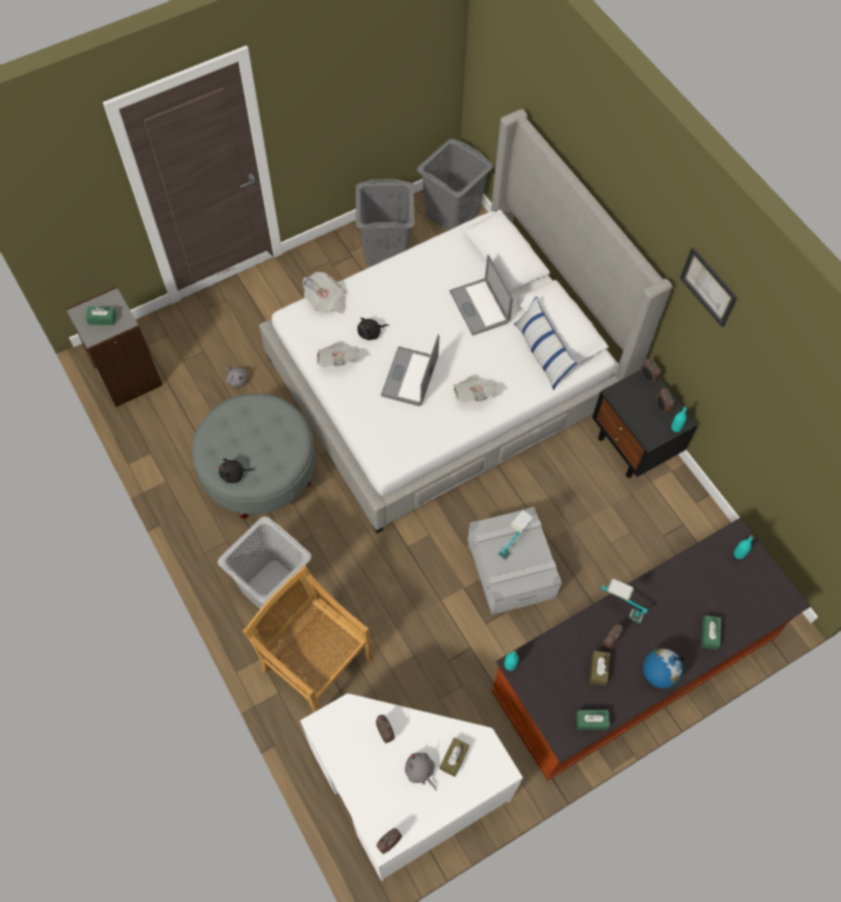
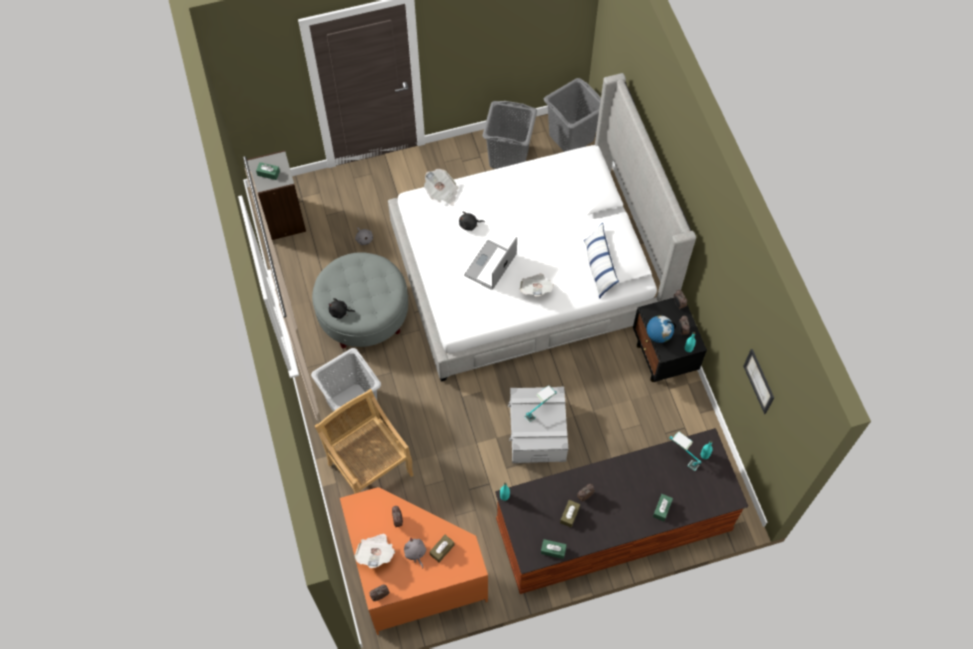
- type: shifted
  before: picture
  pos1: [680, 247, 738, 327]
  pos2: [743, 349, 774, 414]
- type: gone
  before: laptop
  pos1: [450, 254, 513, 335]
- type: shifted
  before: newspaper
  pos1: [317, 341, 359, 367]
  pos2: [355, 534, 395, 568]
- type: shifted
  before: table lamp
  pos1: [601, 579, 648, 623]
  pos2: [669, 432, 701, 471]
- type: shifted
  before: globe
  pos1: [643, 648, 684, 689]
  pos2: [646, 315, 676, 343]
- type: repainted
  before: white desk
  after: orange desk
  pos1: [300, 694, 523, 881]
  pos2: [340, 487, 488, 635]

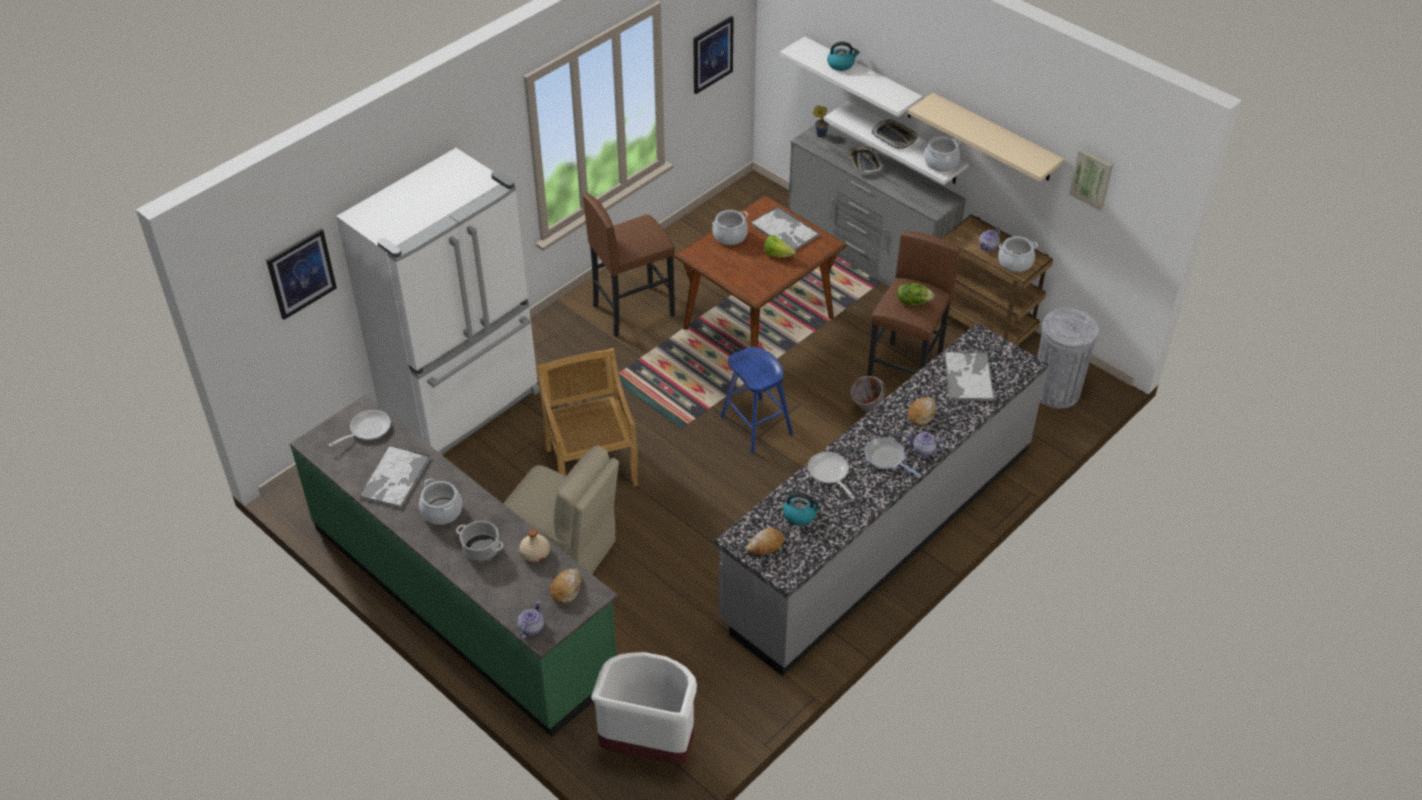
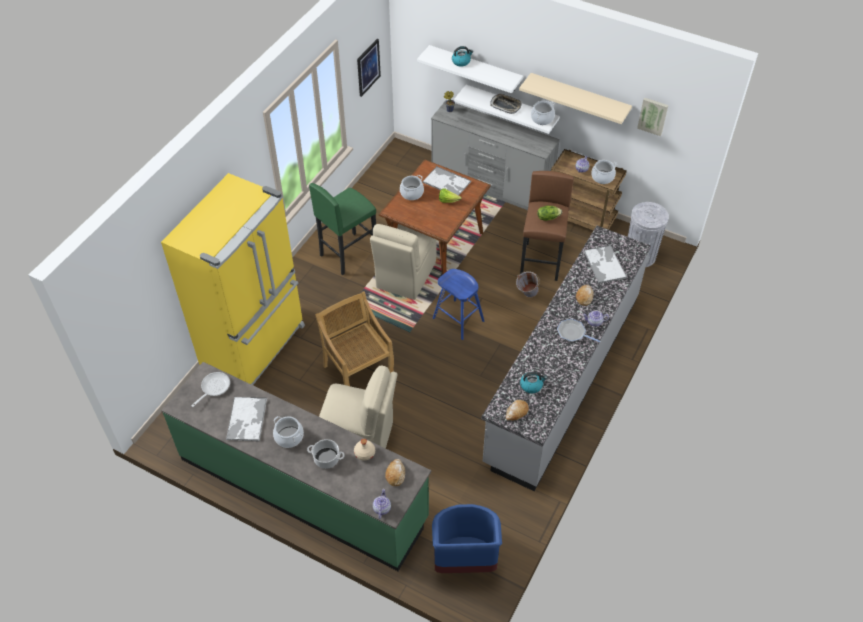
- type: gone
  before: tray
  pos1: [846, 147, 885, 175]
- type: repainted
  before: white fridge
  after: yellow fridge
  pos1: [336, 148, 540, 456]
  pos2: [161, 173, 305, 386]
- type: repainted
  before: brown stool
  after: green stool
  pos1: [583, 194, 675, 337]
  pos2: [309, 183, 376, 275]
- type: gone
  before: picture
  pos1: [266, 228, 337, 320]
- type: gone
  before: frying pan
  pos1: [808, 452, 855, 499]
- type: repainted
  before: white trash can
  after: blue trash can
  pos1: [591, 652, 697, 765]
  pos2: [432, 504, 502, 573]
- type: new
  after: beige chair
  pos2: [370, 224, 437, 300]

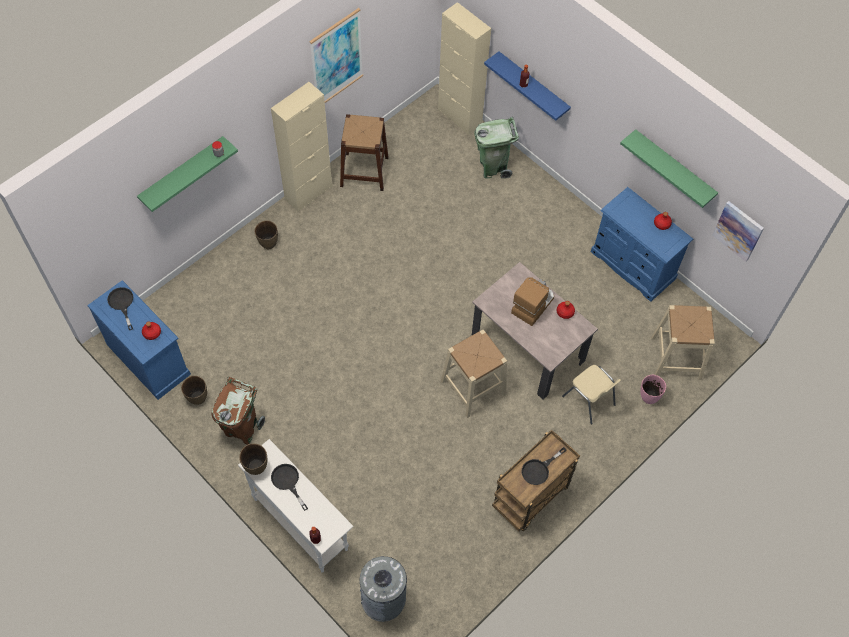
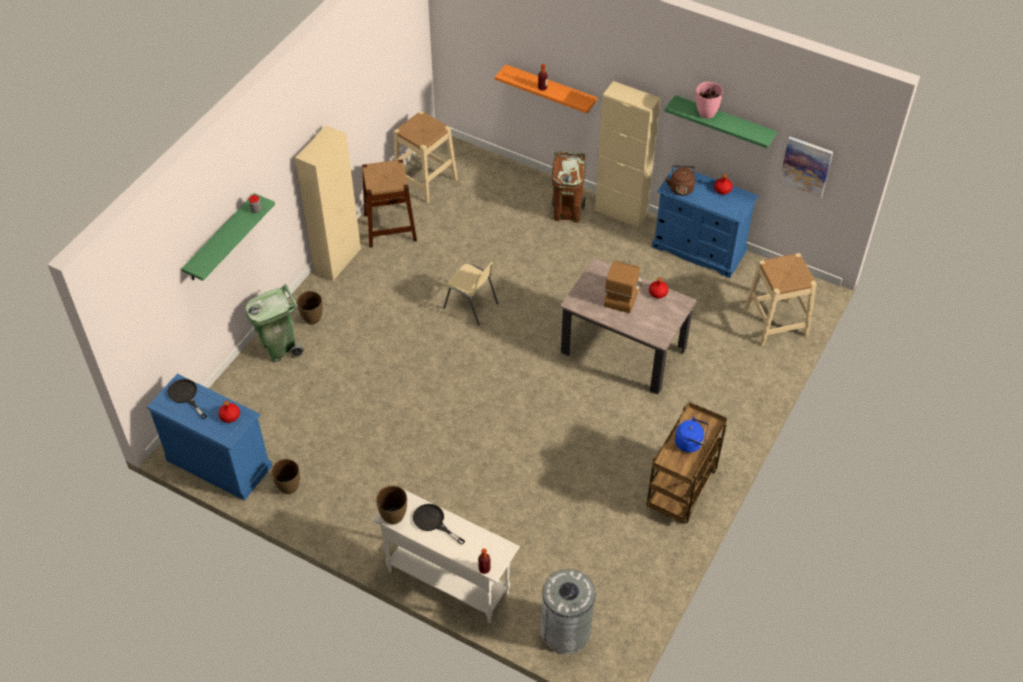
- type: shifted
  before: beige cabinet
  pos1: [438, 2, 491, 135]
  pos2: [595, 81, 661, 228]
- type: gone
  before: picture
  pos1: [309, 8, 363, 103]
- type: repainted
  before: blue shelf
  after: orange shelf
  pos1: [484, 51, 571, 121]
  pos2: [495, 65, 597, 113]
- type: shifted
  before: green trash can
  pos1: [474, 117, 519, 179]
  pos2: [245, 284, 304, 363]
- type: shifted
  before: beige stool
  pos1: [441, 329, 507, 418]
  pos2: [394, 111, 458, 204]
- type: shifted
  before: beige chair
  pos1: [562, 365, 621, 425]
  pos2: [443, 262, 498, 325]
- type: shifted
  before: pink vase
  pos1: [640, 375, 666, 404]
  pos2: [696, 82, 723, 119]
- type: shifted
  before: brown trash can
  pos1: [212, 377, 265, 445]
  pos2: [552, 151, 586, 223]
- type: swapped
  before: black frying pan
  after: blue kettle
  pos1: [521, 447, 567, 485]
  pos2: [675, 417, 709, 452]
- type: new
  after: brown kettle
  pos2: [665, 165, 695, 196]

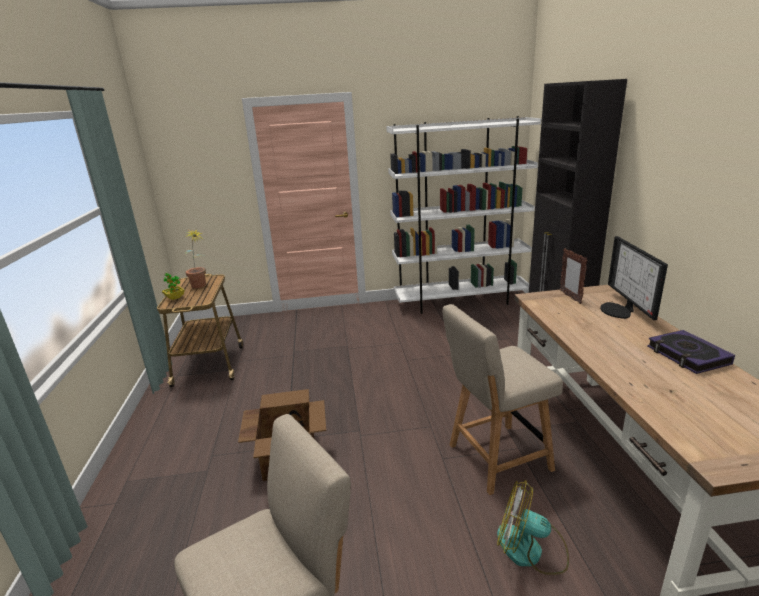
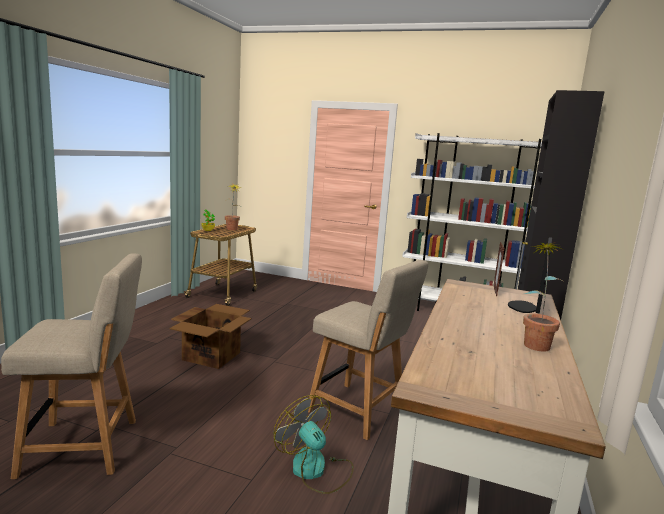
- type: rotated
  before: beige chair
  pos1: [442, 304, 563, 495]
  pos2: [308, 260, 428, 440]
  turn: -150
- type: swapped
  before: book
  after: potted plant
  pos1: [647, 330, 735, 374]
  pos2: [523, 242, 563, 352]

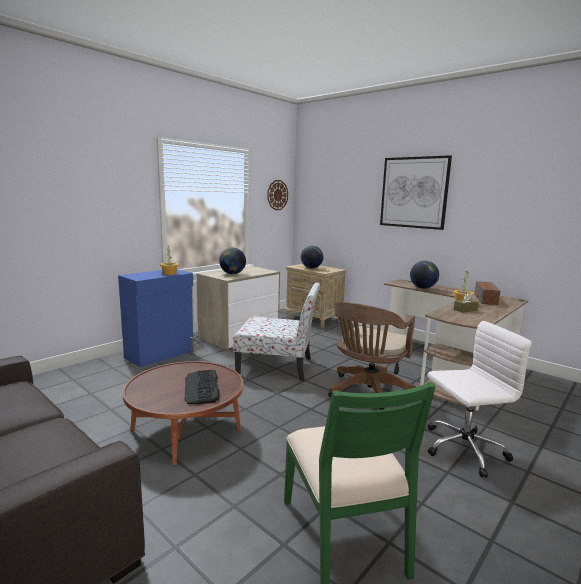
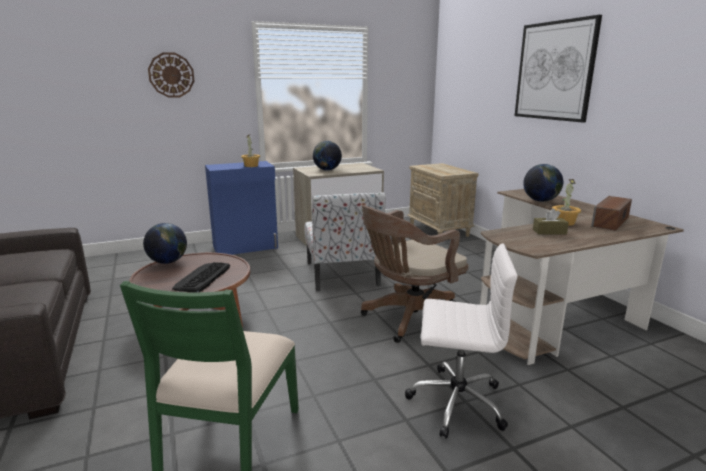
- type: shifted
  before: wall clock
  pos1: [267, 180, 288, 210]
  pos2: [148, 52, 194, 98]
- type: shifted
  before: globe
  pos1: [301, 246, 323, 269]
  pos2: [143, 223, 187, 264]
- type: rotated
  before: chair
  pos1: [233, 282, 320, 381]
  pos2: [305, 192, 386, 291]
  turn: 45

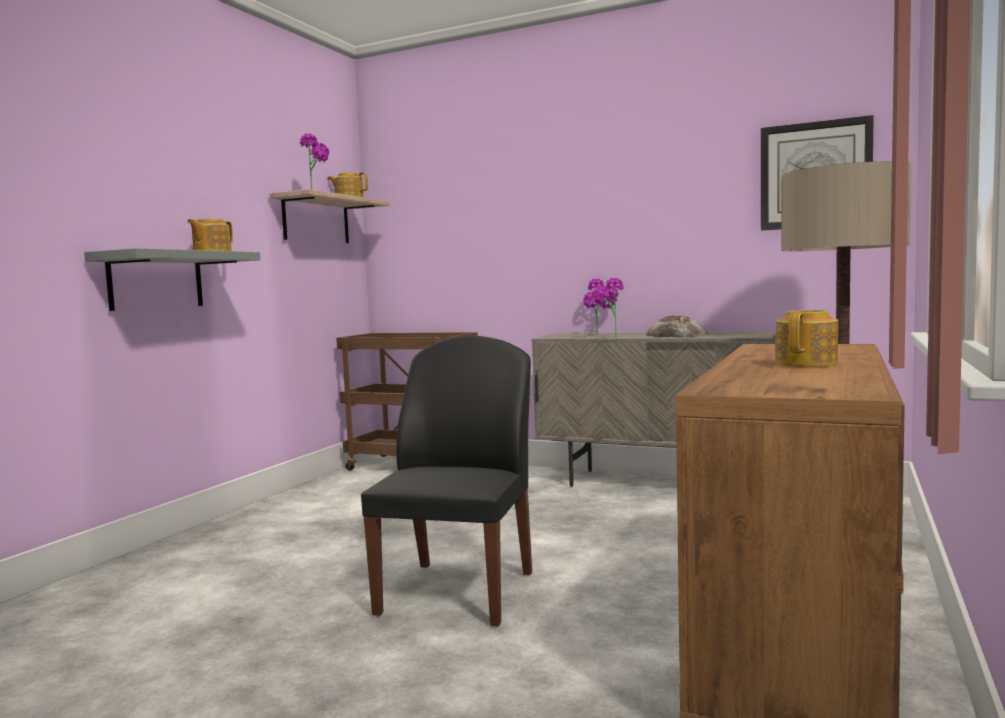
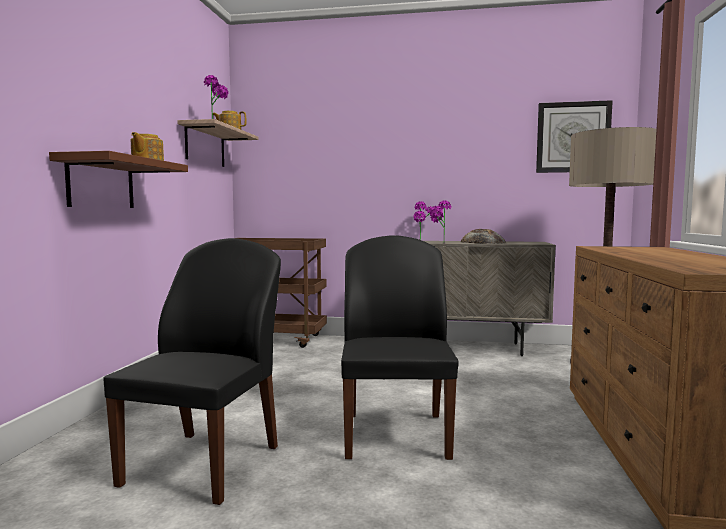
- type: repainted
  before: grey shelf
  after: brown shelf
  pos1: [84, 248, 260, 311]
  pos2: [49, 151, 188, 208]
- type: gone
  before: teapot
  pos1: [775, 310, 838, 367]
- type: new
  after: black chair
  pos2: [103, 238, 281, 505]

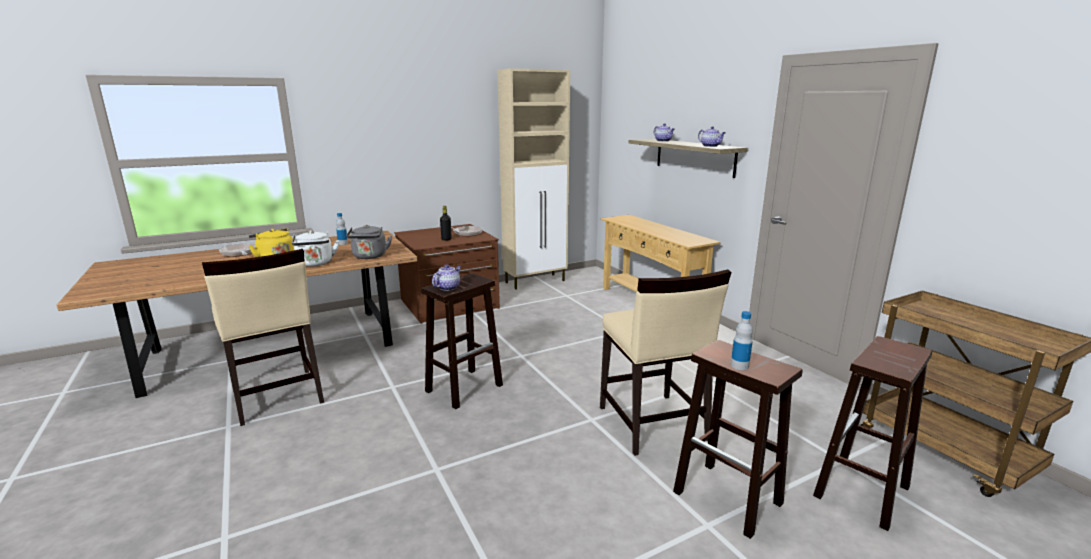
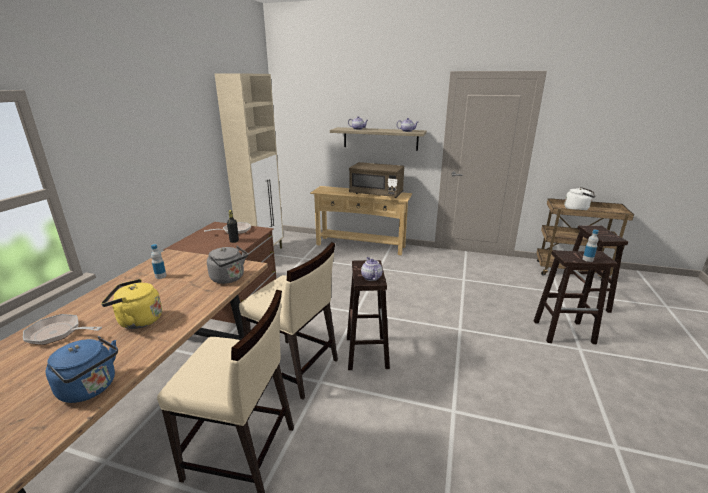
- type: shifted
  before: white kettle
  pos1: [292, 231, 339, 266]
  pos2: [564, 187, 595, 210]
- type: shifted
  before: beige chair
  pos1: [600, 269, 731, 456]
  pos2: [239, 242, 338, 400]
- type: new
  after: brown microwave
  pos2: [349, 162, 404, 198]
- type: new
  after: blue kettle
  pos2: [46, 336, 118, 403]

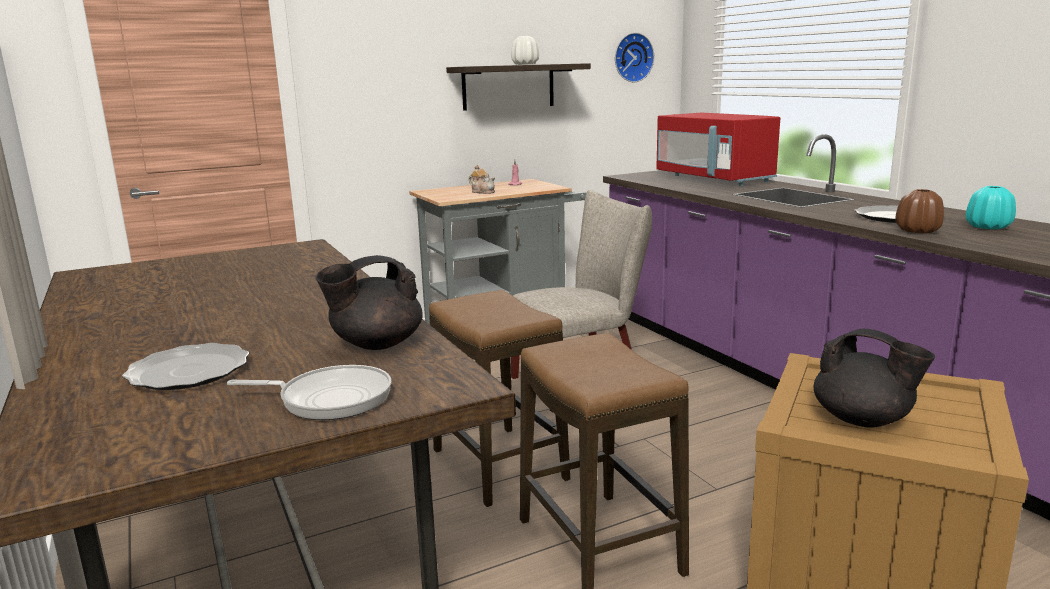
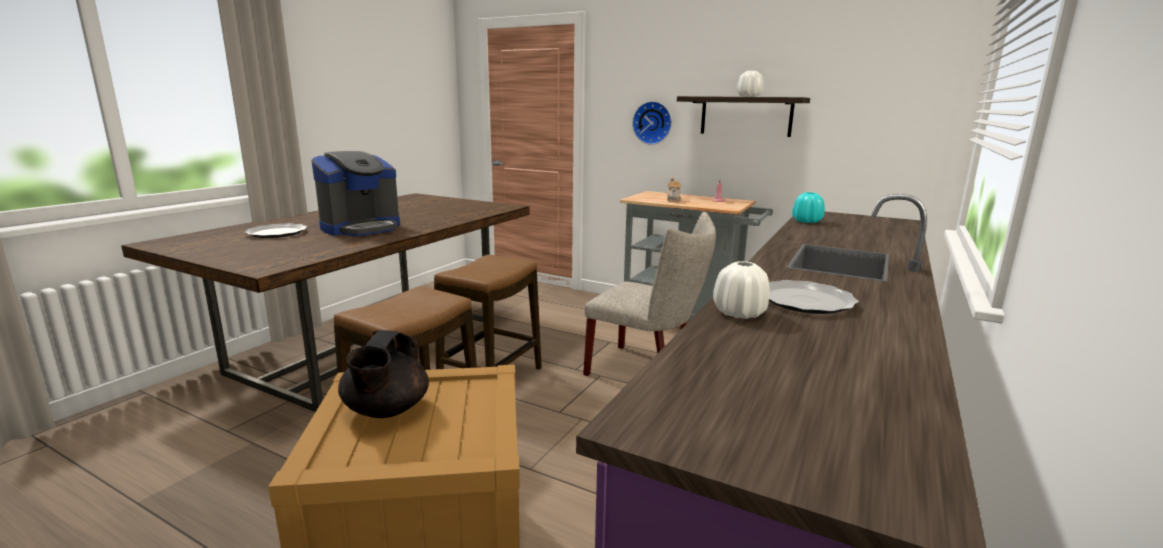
- type: shifted
  before: wall clock
  pos1: [615, 33, 654, 82]
  pos2: [632, 101, 672, 145]
- type: gone
  before: red microwave
  pos1: [656, 113, 780, 186]
- type: shifted
  before: turquoise vase
  pos1: [966, 186, 1016, 229]
  pos2: [792, 192, 825, 223]
- type: repainted
  before: brown vase
  after: white vase
  pos1: [895, 189, 944, 233]
  pos2: [713, 261, 769, 319]
- type: gone
  before: black teapot
  pos1: [316, 255, 422, 350]
- type: gone
  before: frying pan
  pos1: [227, 365, 392, 420]
- type: new
  after: coffee machine
  pos2: [312, 151, 400, 236]

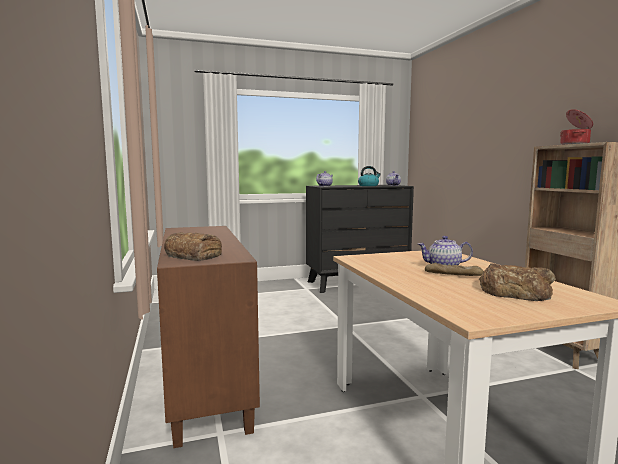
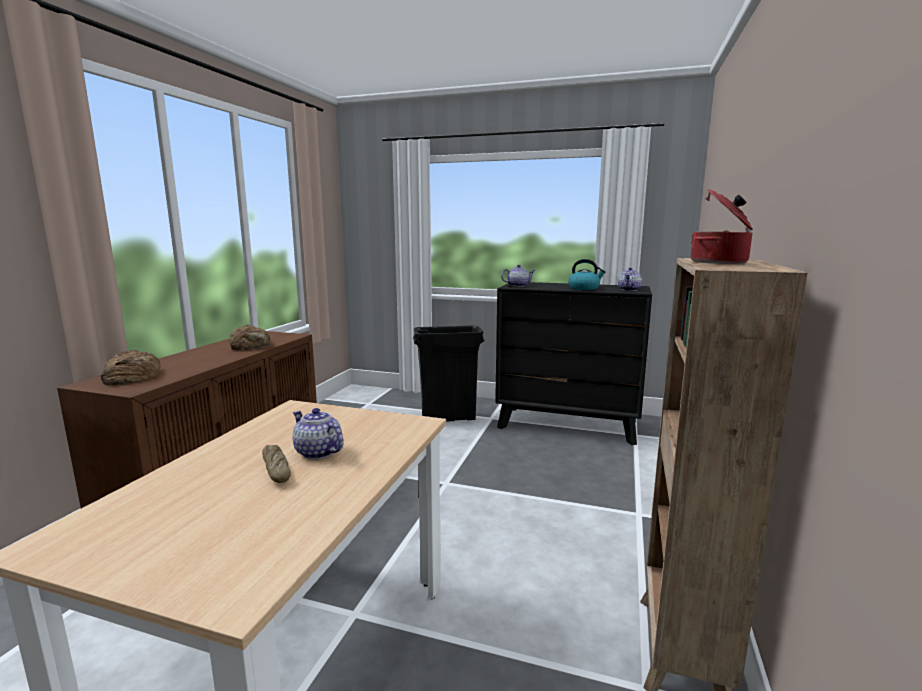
- type: shifted
  before: bread
  pos1: [479, 263, 556, 301]
  pos2: [229, 325, 270, 350]
- type: new
  after: black trash can
  pos2: [413, 325, 484, 422]

